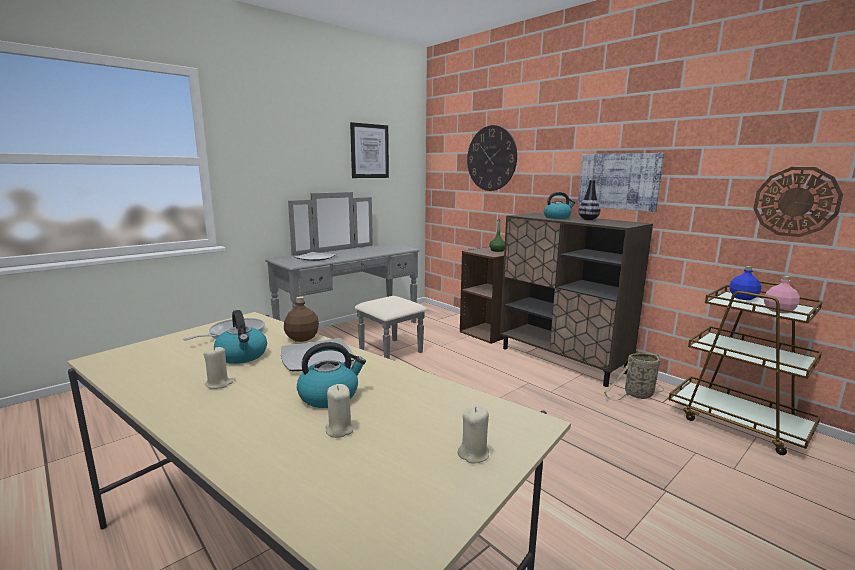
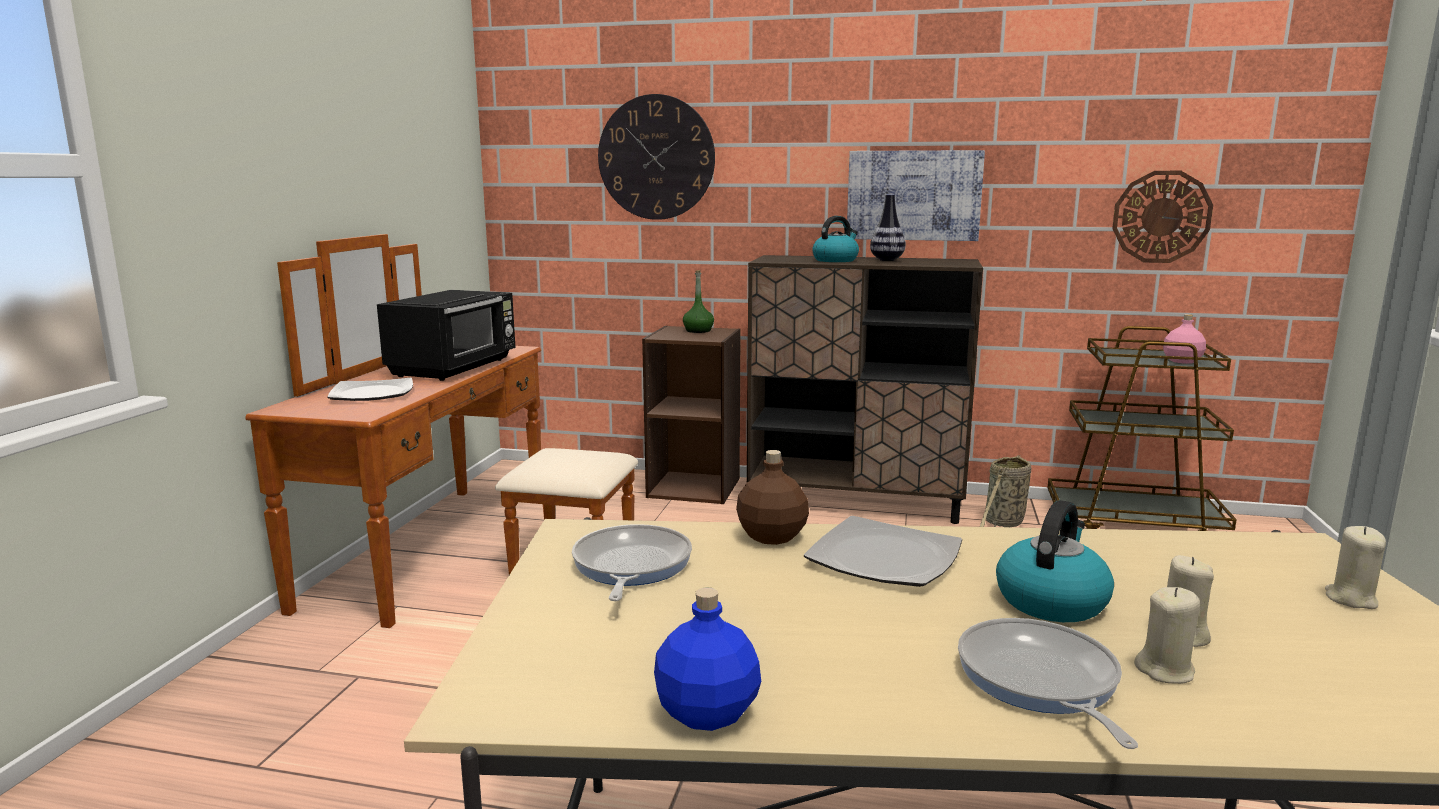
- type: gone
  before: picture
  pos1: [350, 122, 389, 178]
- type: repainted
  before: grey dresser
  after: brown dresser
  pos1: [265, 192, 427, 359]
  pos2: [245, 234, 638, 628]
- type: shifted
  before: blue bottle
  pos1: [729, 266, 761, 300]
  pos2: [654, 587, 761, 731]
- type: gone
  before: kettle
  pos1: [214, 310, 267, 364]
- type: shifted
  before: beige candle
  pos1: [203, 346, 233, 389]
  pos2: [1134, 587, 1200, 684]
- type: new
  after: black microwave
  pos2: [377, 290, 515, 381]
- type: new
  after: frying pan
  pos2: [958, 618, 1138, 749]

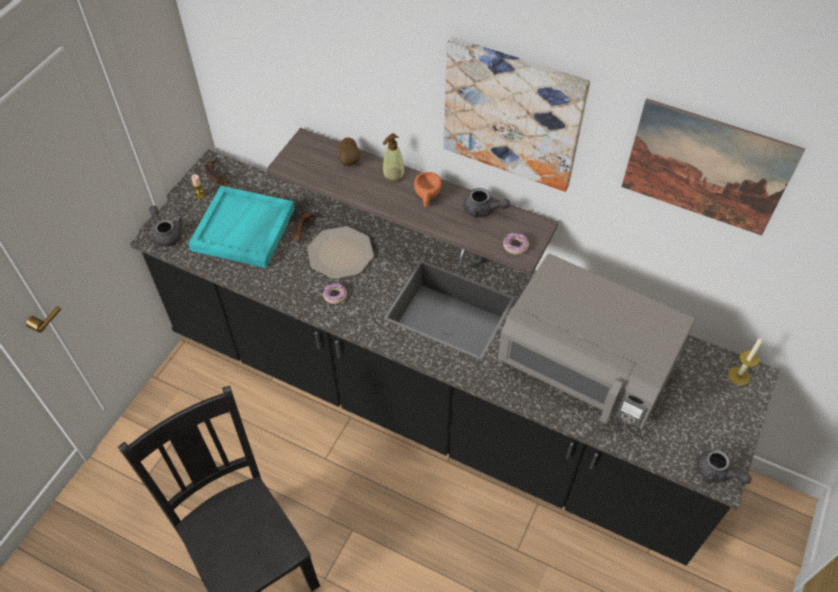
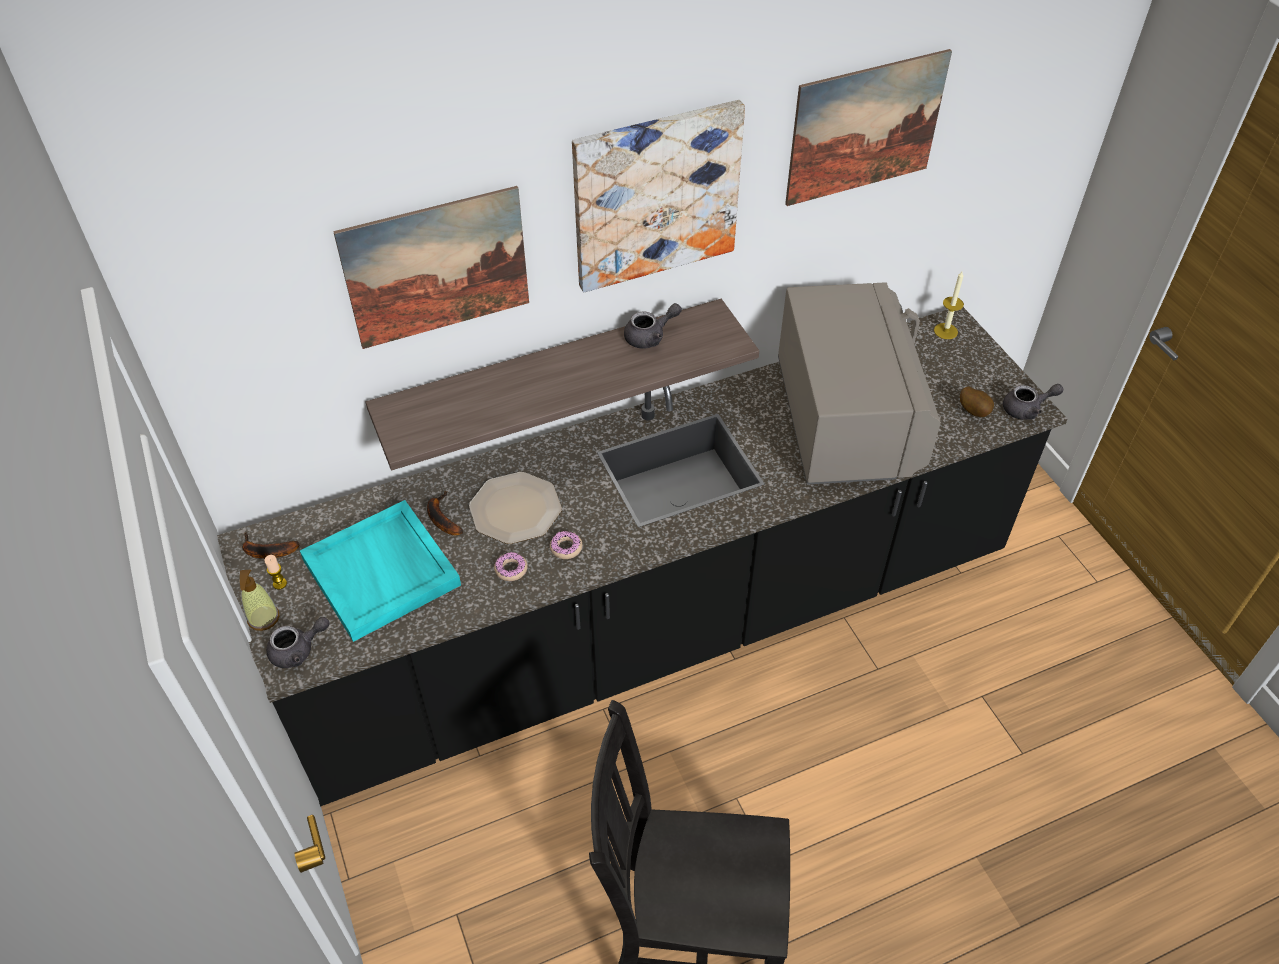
- type: shifted
  before: soap dispenser
  pos1: [382, 133, 405, 183]
  pos2: [240, 569, 280, 631]
- type: shifted
  before: potato
  pos1: [339, 137, 360, 166]
  pos2: [960, 386, 994, 417]
- type: gone
  before: orange cup
  pos1: [414, 172, 441, 207]
- type: rotated
  before: grey teapot
  pos1: [149, 206, 182, 247]
  pos2: [266, 617, 329, 668]
  turn: 150
- type: shifted
  before: donut
  pos1: [503, 232, 529, 255]
  pos2: [494, 552, 528, 581]
- type: rotated
  before: grey microwave
  pos1: [498, 254, 695, 429]
  pos2: [778, 282, 941, 485]
  turn: -75
- type: new
  after: picture
  pos2: [333, 186, 529, 349]

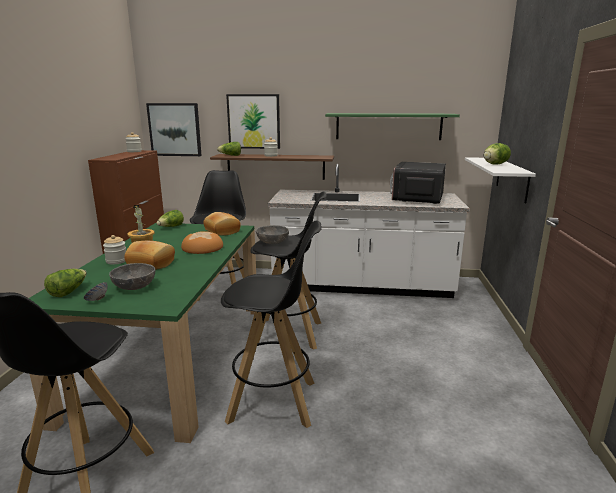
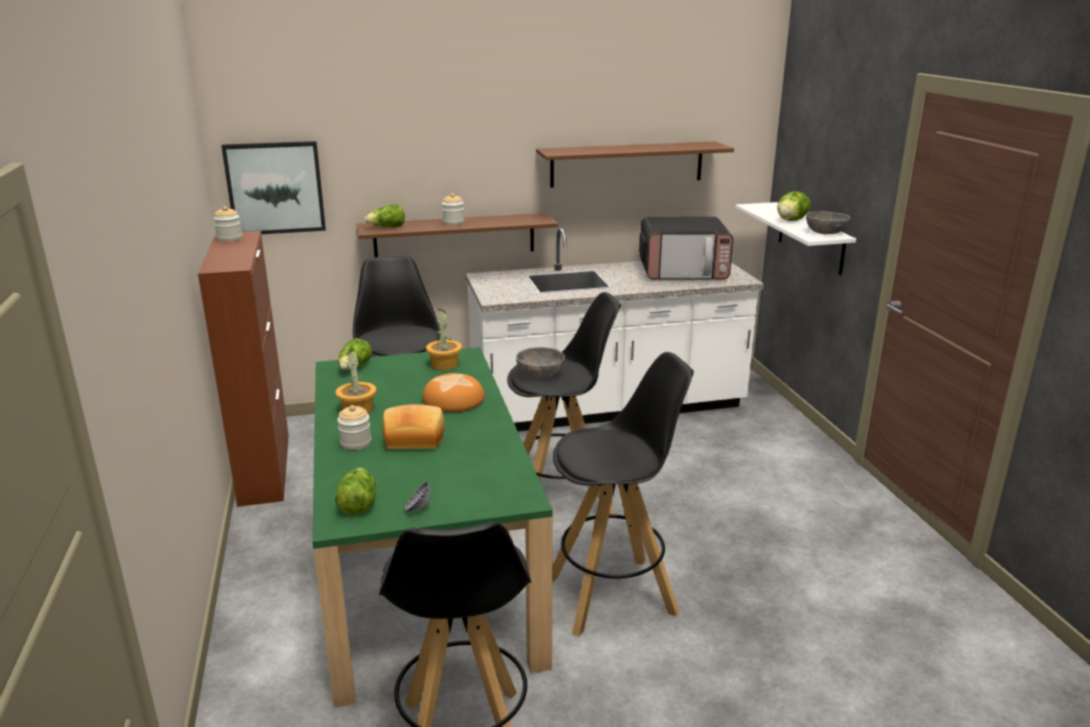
- type: gone
  before: picture
  pos1: [226, 94, 280, 149]
- type: repainted
  before: green shelf
  after: brown shelf
  pos1: [325, 113, 460, 140]
  pos2: [536, 141, 734, 188]
- type: rotated
  before: microwave
  pos1: [390, 162, 446, 204]
  pos2: [639, 217, 733, 280]
  turn: -90
- type: swapped
  before: bread
  after: potted plant
  pos1: [203, 212, 241, 236]
  pos2: [426, 309, 462, 370]
- type: shifted
  before: grey bowl
  pos1: [109, 263, 155, 290]
  pos2: [806, 211, 850, 234]

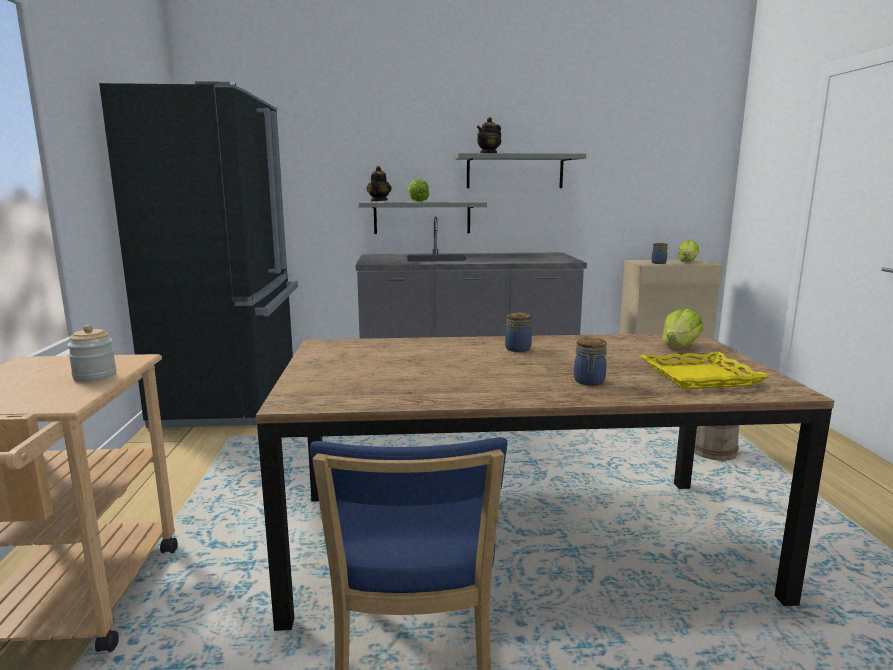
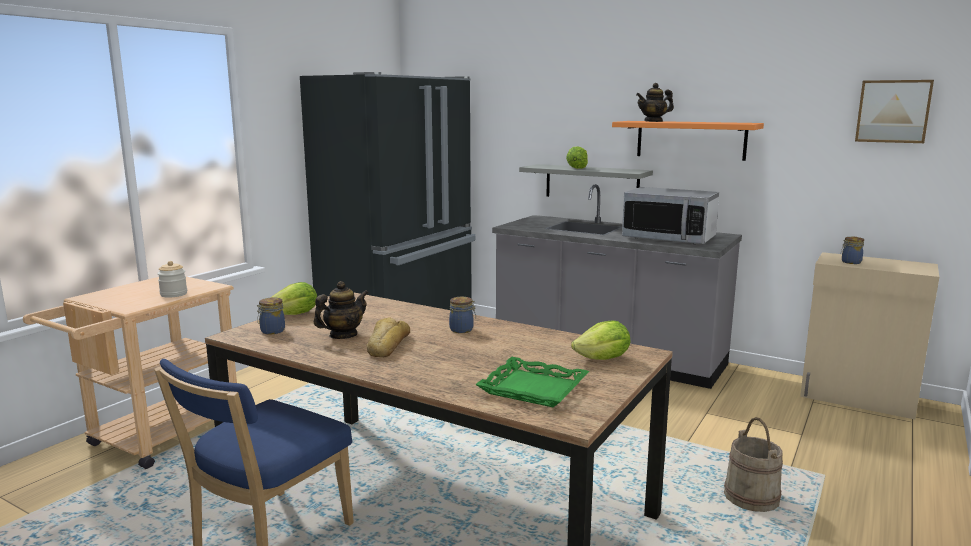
- type: repainted
  before: grey shelf
  after: orange shelf
  pos1: [455, 153, 586, 188]
  pos2: [612, 121, 764, 161]
- type: shifted
  before: teapot
  pos1: [367, 166, 392, 201]
  pos2: [314, 281, 368, 339]
- type: shifted
  before: lettuce
  pos1: [678, 241, 699, 262]
  pos2: [270, 282, 317, 315]
- type: shifted
  before: jar
  pos1: [574, 338, 607, 386]
  pos2: [257, 297, 285, 334]
- type: repainted
  before: yellow tray
  after: green tray
  pos1: [641, 352, 770, 389]
  pos2: [475, 357, 589, 407]
- type: new
  after: picture
  pos2: [855, 80, 934, 143]
- type: new
  after: microwave
  pos2: [622, 187, 719, 244]
- type: new
  after: bread
  pos2: [367, 317, 410, 357]

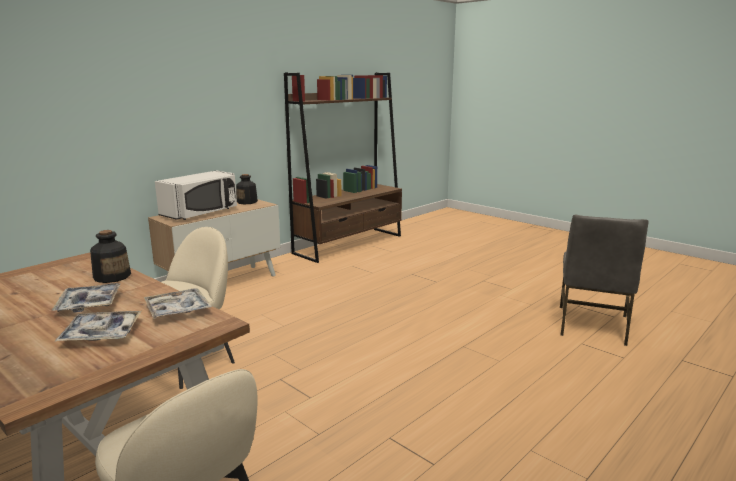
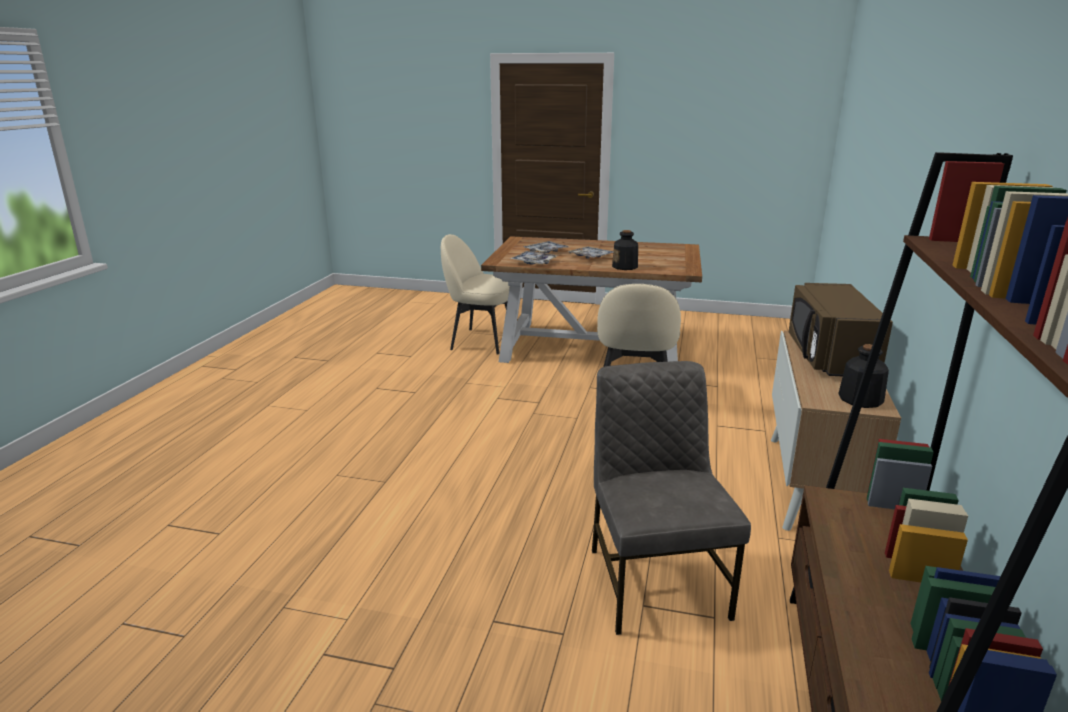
- type: repainted
  before: white microwave
  after: brown microwave
  pos1: [155, 171, 237, 220]
  pos2: [788, 283, 893, 376]
- type: shifted
  before: grey chair
  pos1: [560, 215, 649, 346]
  pos2: [592, 361, 751, 635]

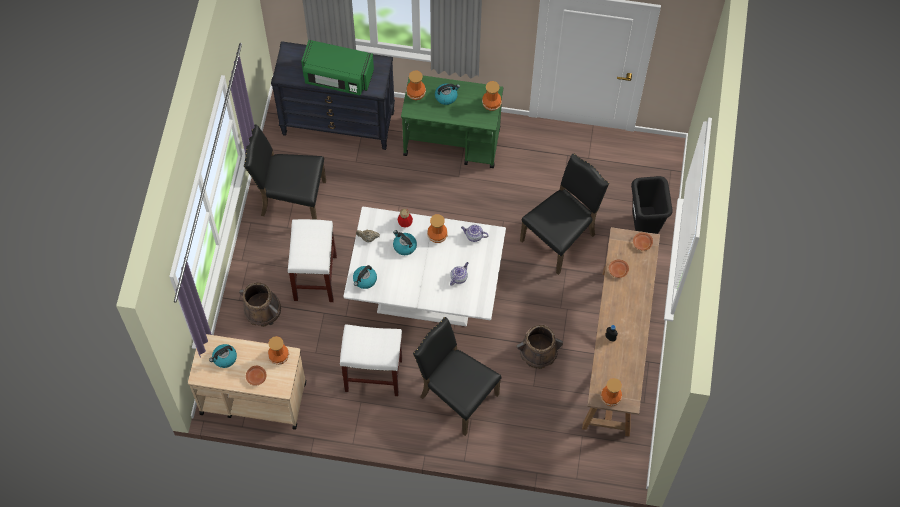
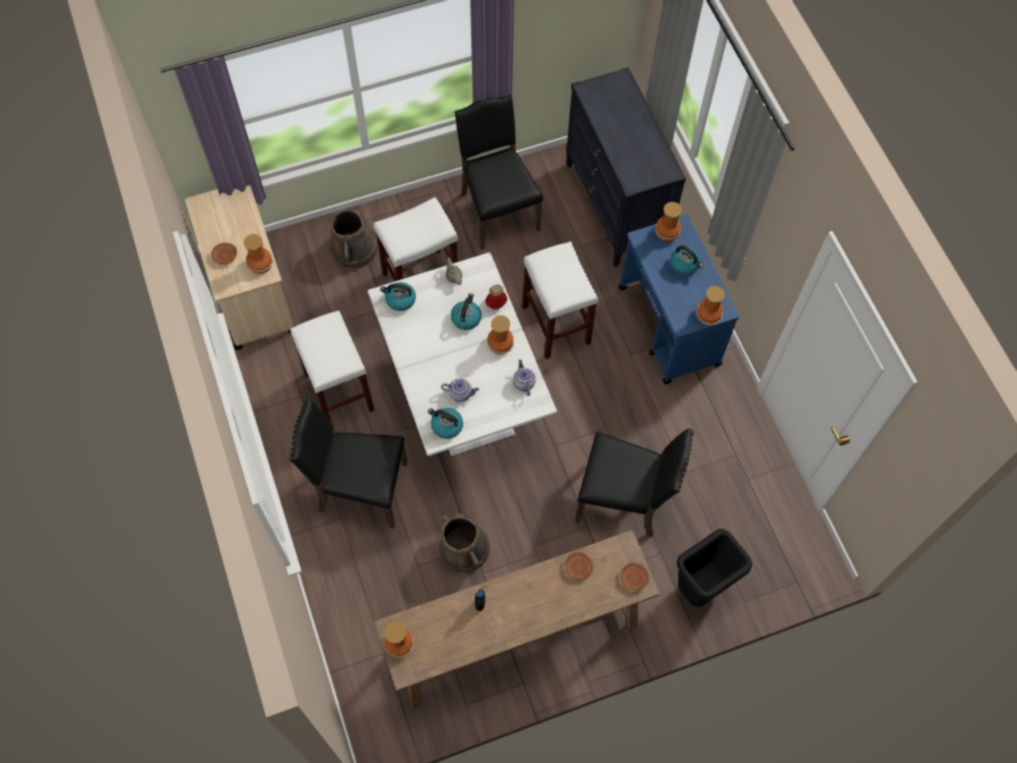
- type: gone
  before: green microwave
  pos1: [301, 40, 374, 95]
- type: repainted
  before: green cart
  after: blue cart
  pos1: [401, 75, 503, 168]
  pos2: [618, 215, 740, 384]
- type: rotated
  before: black chair
  pos1: [413, 317, 502, 436]
  pos2: [289, 398, 407, 529]
  turn: -90
- type: shifted
  before: kettle
  pos1: [209, 344, 237, 368]
  pos2: [428, 408, 463, 439]
- type: new
  after: white stool
  pos2: [522, 241, 598, 359]

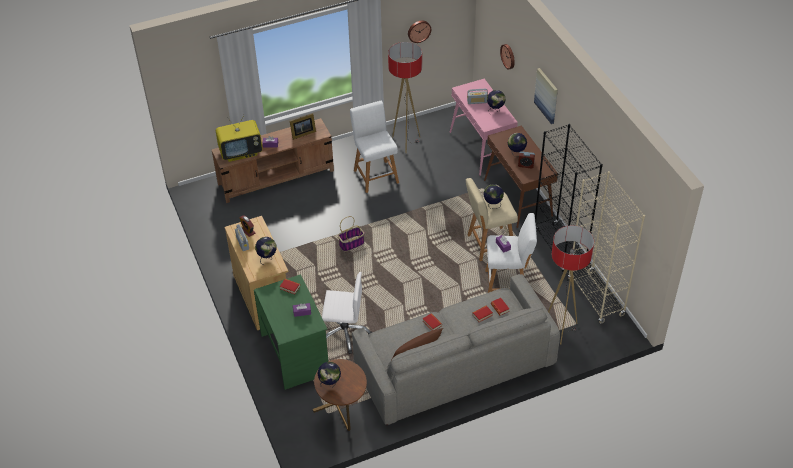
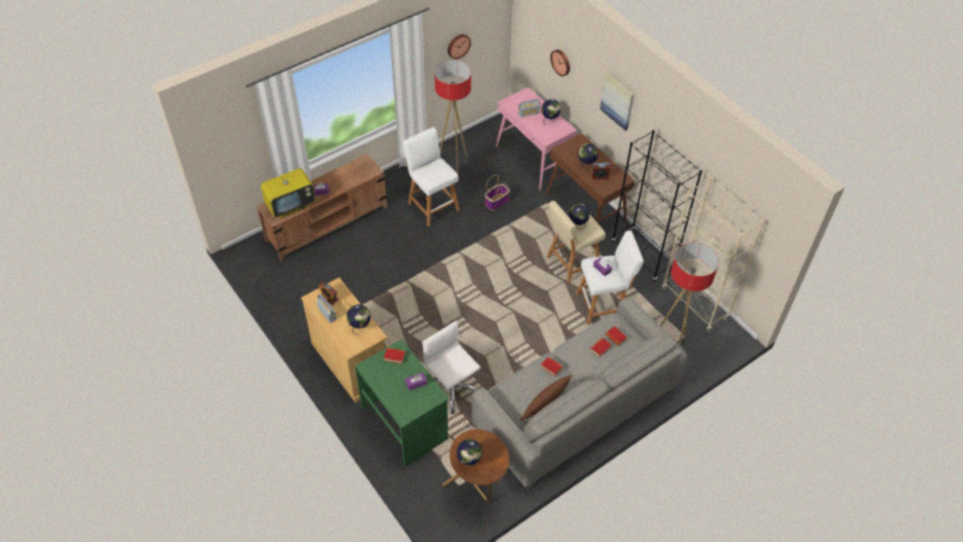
- type: gone
  before: picture frame
  pos1: [290, 113, 316, 140]
- type: shifted
  before: basket
  pos1: [338, 216, 364, 251]
  pos2: [485, 175, 510, 211]
- type: rotated
  before: white office chair
  pos1: [322, 272, 372, 354]
  pos2: [422, 321, 481, 414]
  turn: -120

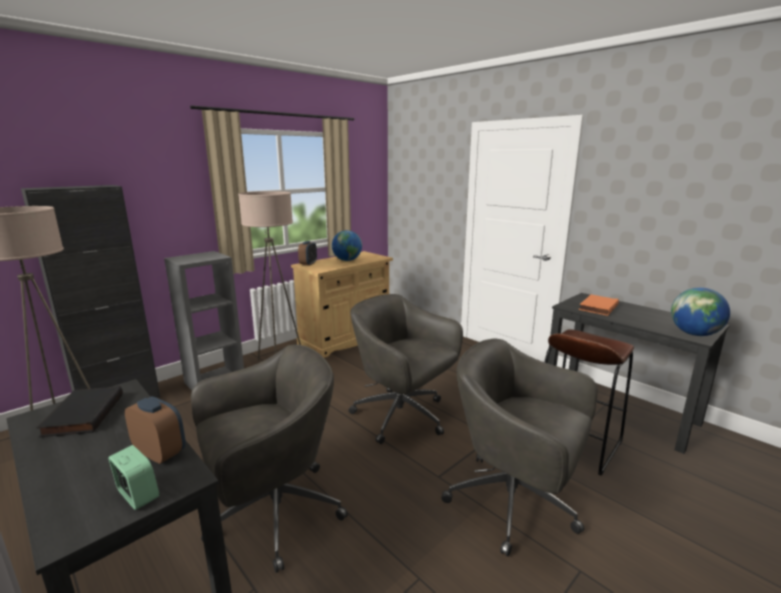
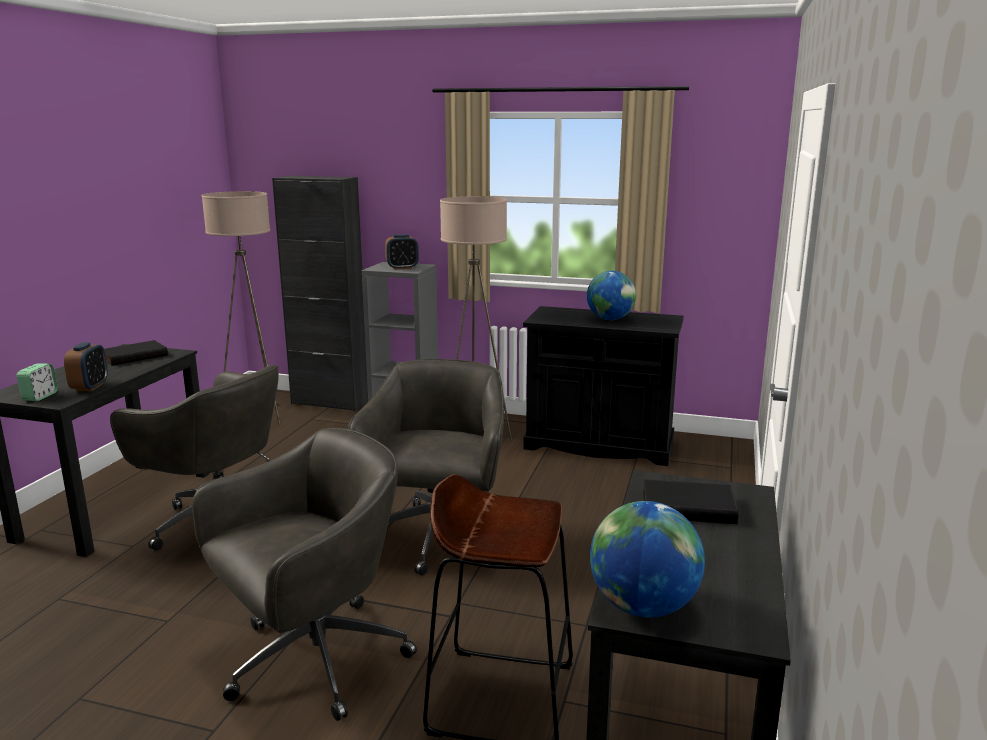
- type: shifted
  before: alarm clock
  pos1: [298, 241, 317, 266]
  pos2: [385, 234, 419, 270]
- type: repainted
  before: beige cabinet
  after: black cabinet
  pos1: [291, 251, 393, 358]
  pos2: [523, 306, 684, 466]
- type: repainted
  before: orange book
  after: black book
  pos1: [579, 294, 619, 316]
  pos2: [643, 479, 739, 524]
- type: rotated
  before: grey office chair
  pos1: [441, 339, 598, 557]
  pos2: [192, 428, 417, 721]
  turn: 45

